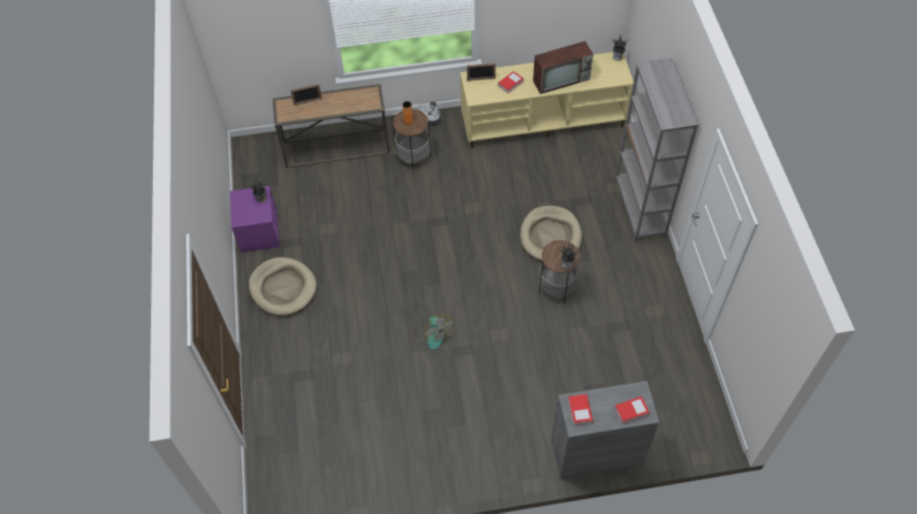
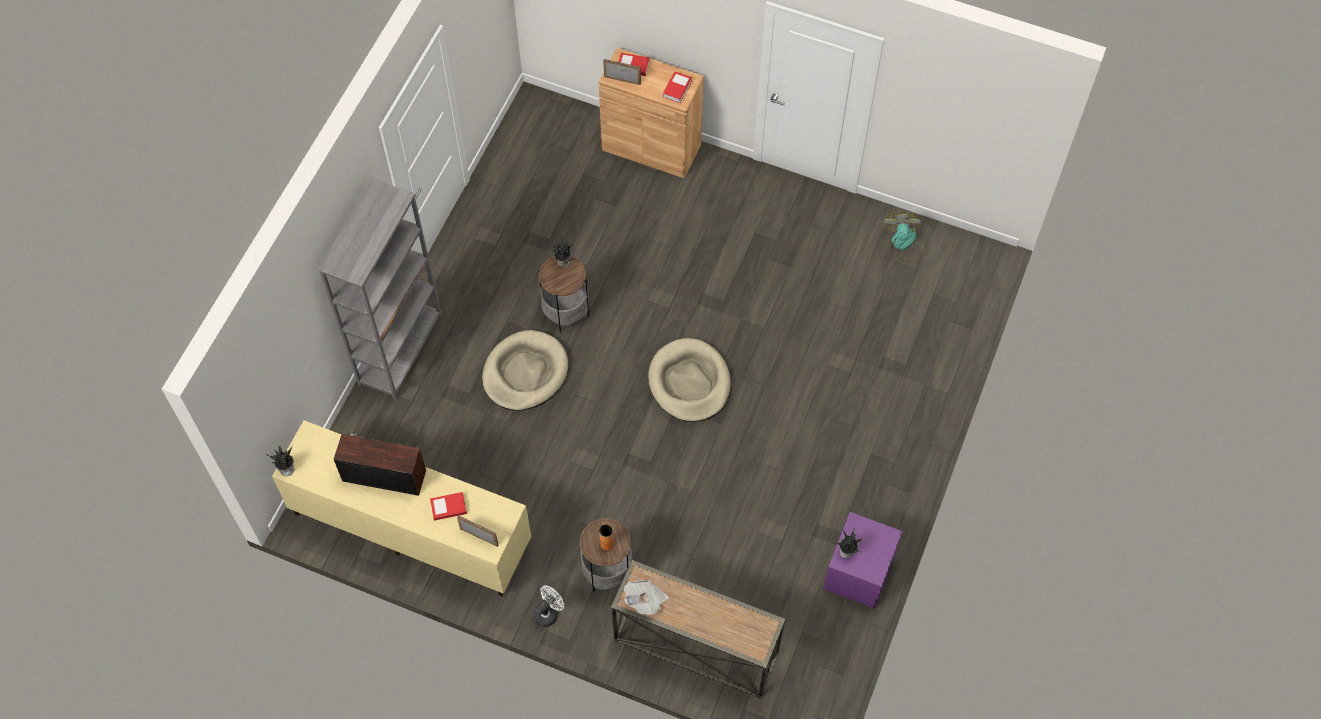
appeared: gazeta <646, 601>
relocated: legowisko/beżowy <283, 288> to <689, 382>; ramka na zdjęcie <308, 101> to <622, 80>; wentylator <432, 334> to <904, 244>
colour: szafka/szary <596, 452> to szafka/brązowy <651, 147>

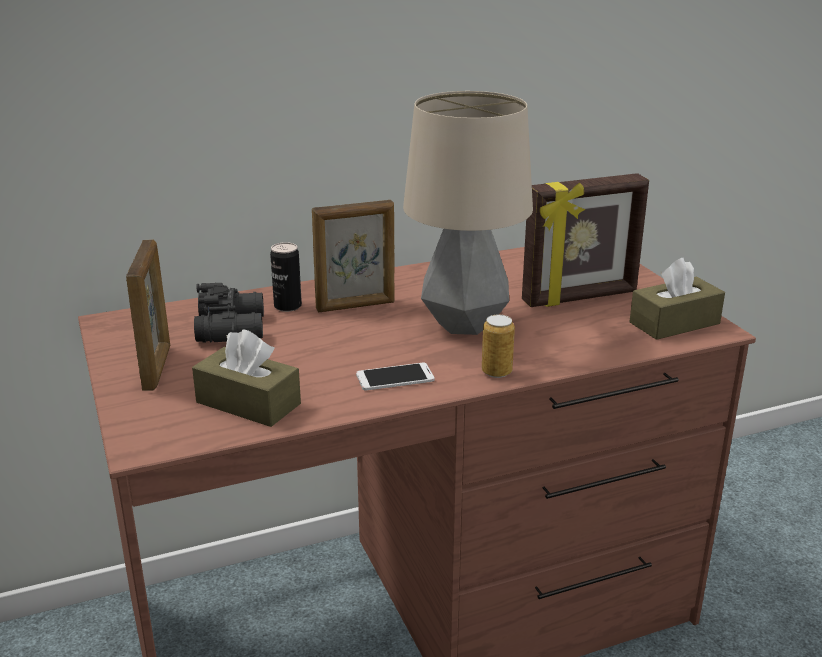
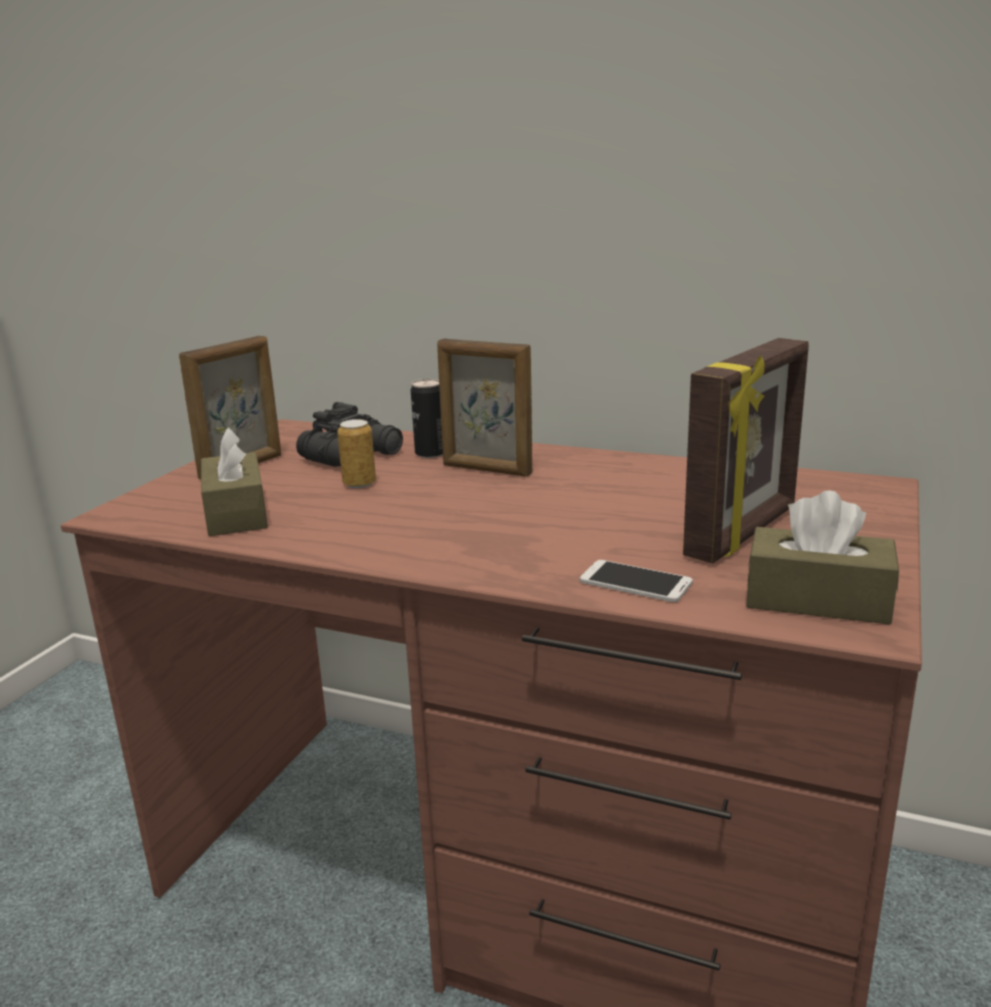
missing: lampa stołowa <463, 324>
relocated: telefon <395, 377> to <635, 582>; puszka <496, 372> to <359, 483>
spun: ramka na zdjęcie <580, 298> = <744, 533> 75 degrees counterclockwise

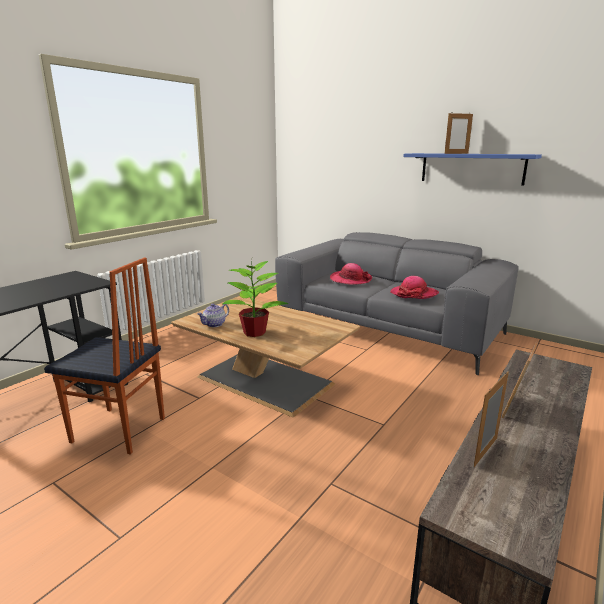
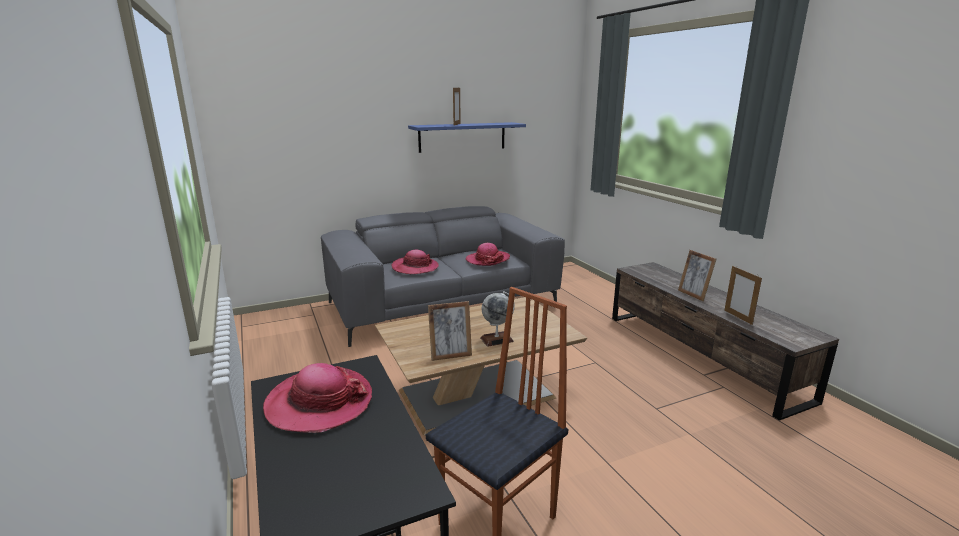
appeared: kapelusz <319, 403>
exchanged: imbryk <214, 324> to ramka na zdjęcie <450, 355>; roślina doniczkowa <255, 332> to globus <497, 339>

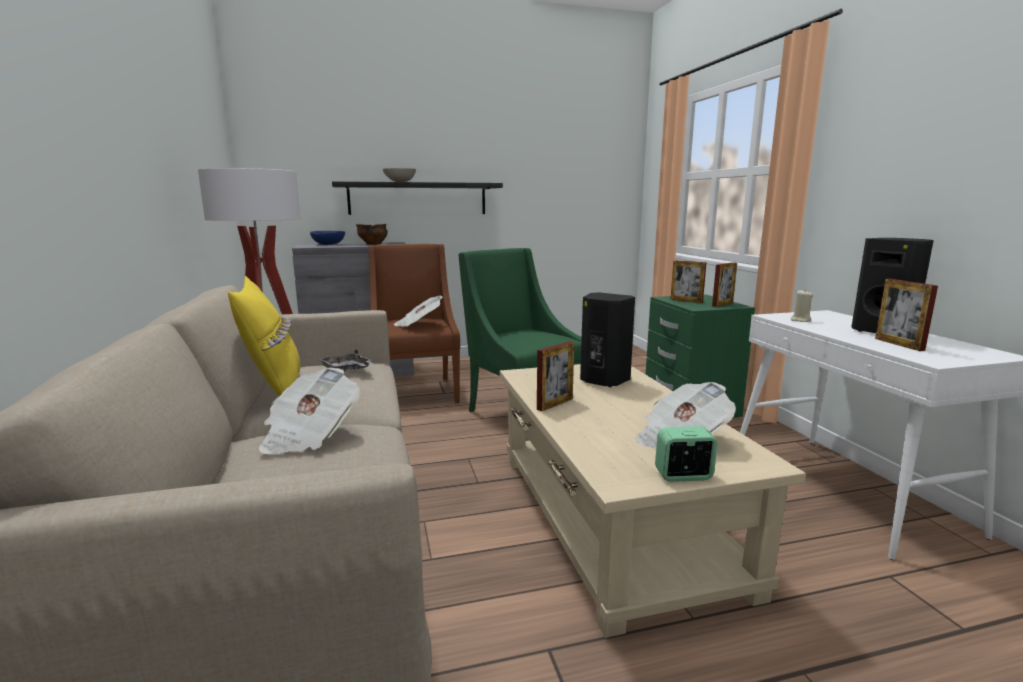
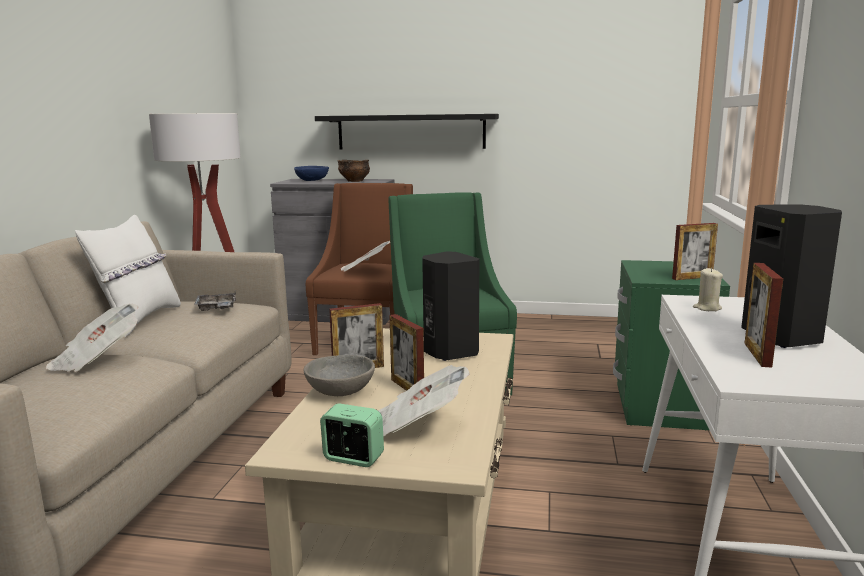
relocated: miska/szary <400, 182> to <341, 391>; ramka na zdjęcie <686, 301> to <407, 388>
colour: poduszka/żółty <274, 391> to poduszka/biały <139, 320>

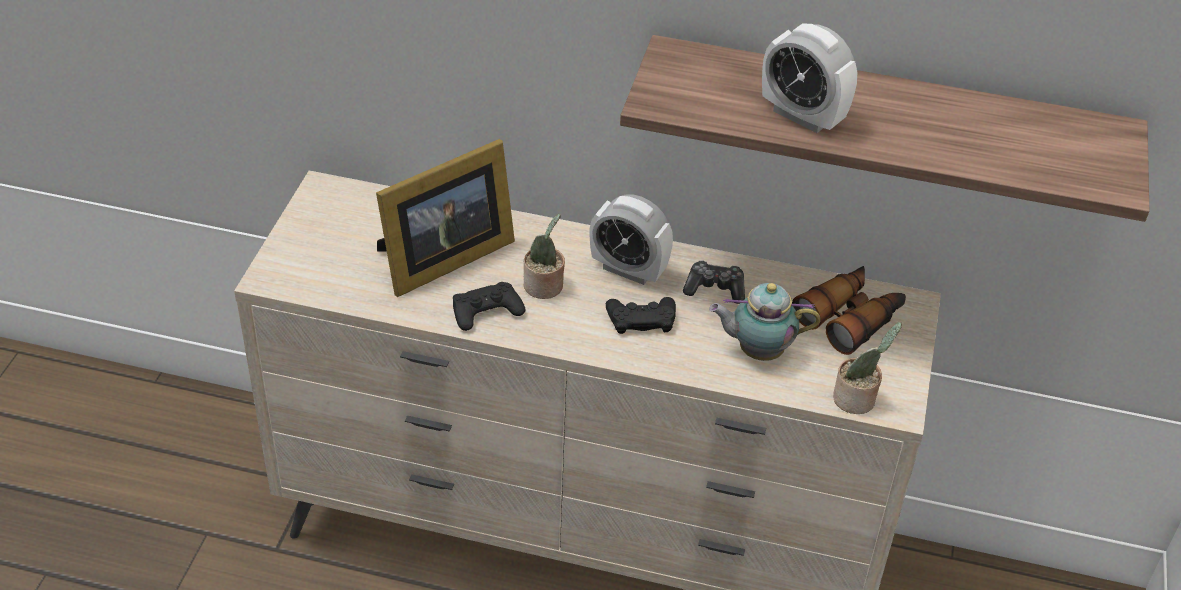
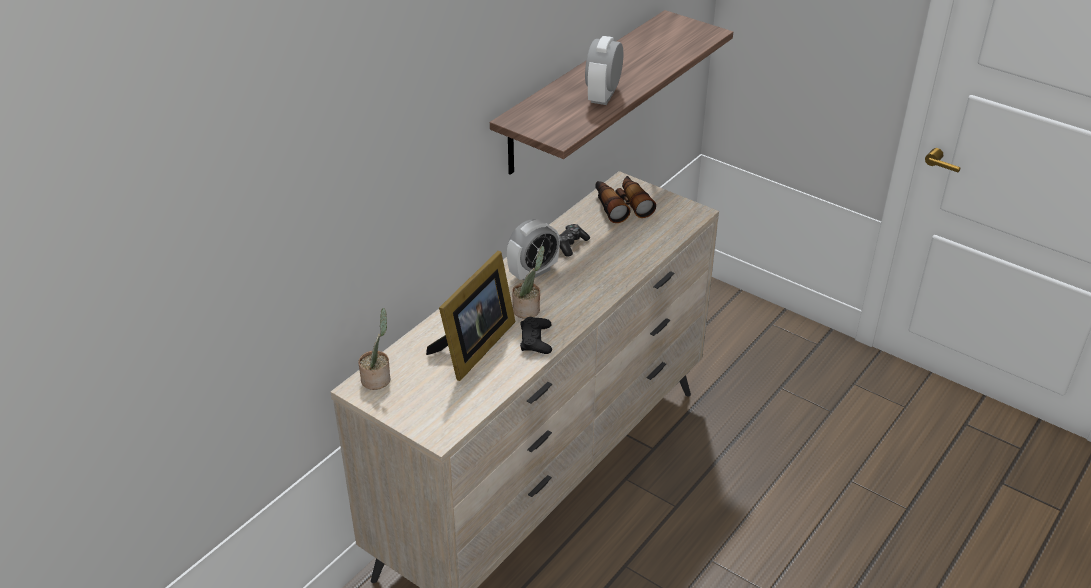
missing: pad do gier/czarny <641, 319>; imbryk <757, 351>
relocated: roślina doniczkowa <857, 400> to <377, 378>
spun: ramka na zdjęcie <441, 259> = <473, 348> 45 degrees clockwise; budzik <802, 116> = <603, 96> 135 degrees clockwise

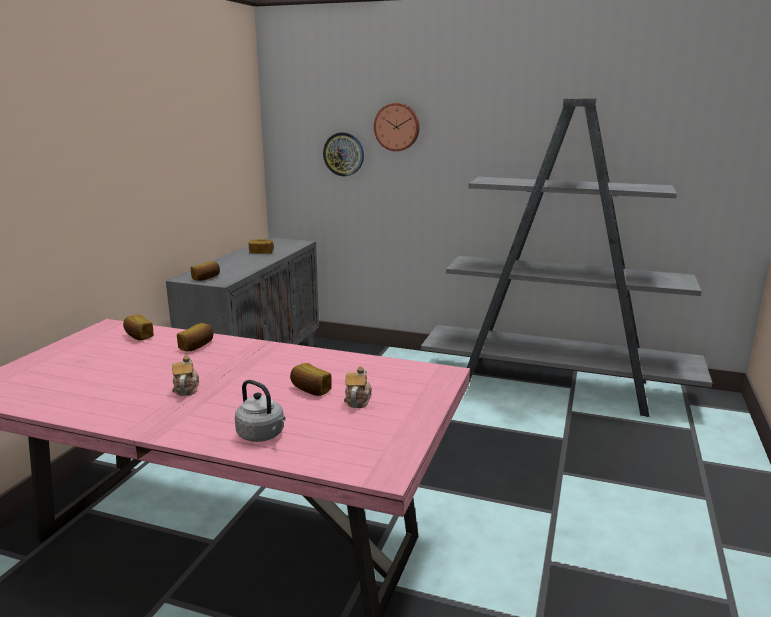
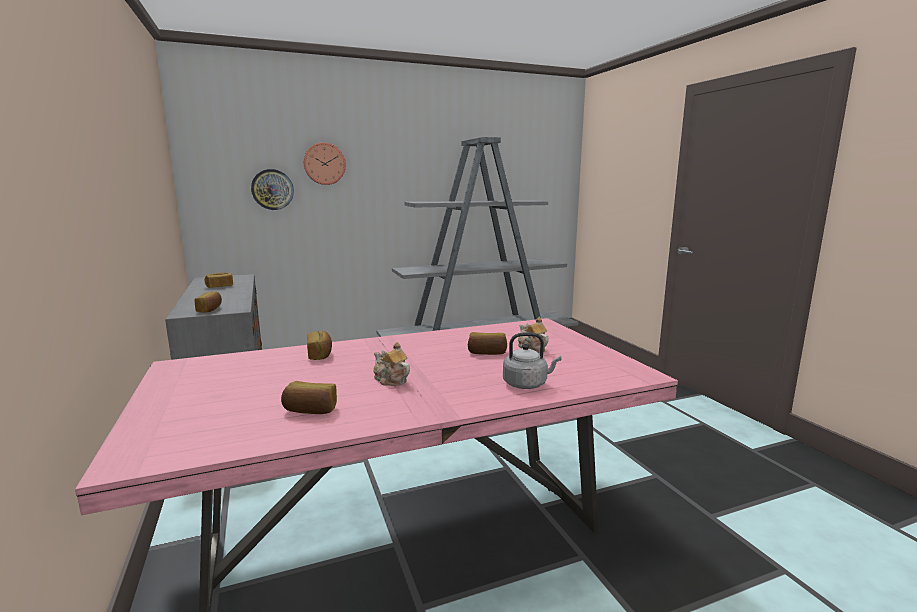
relocated: chleb <138, 336> to <310, 410>

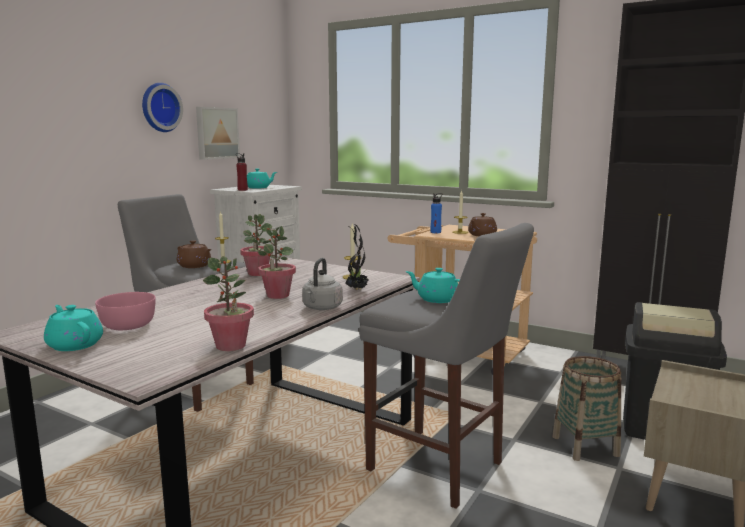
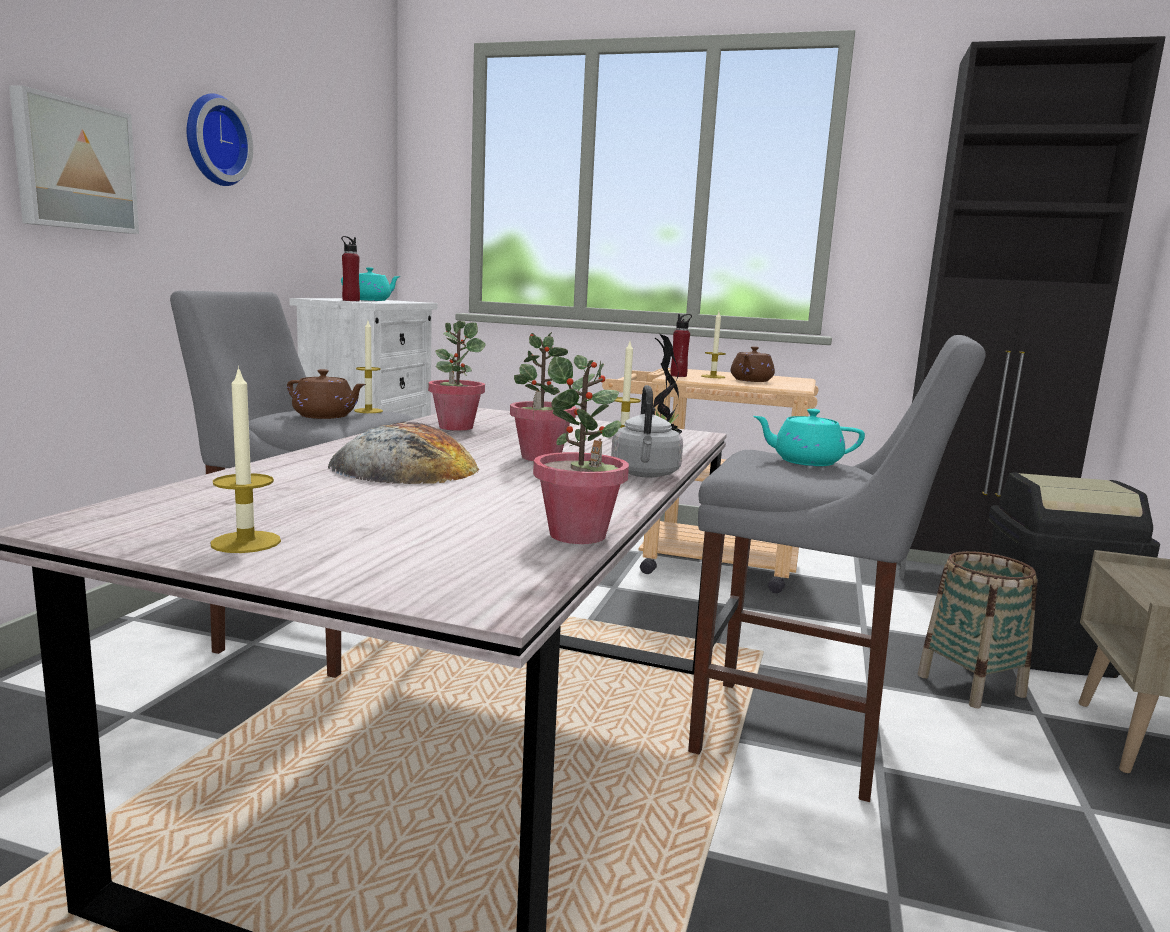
missing: miska/różowy <127, 325>
appeared: chleb <403, 468>
relocated: obraz <216, 133> to <73, 166>
exchanged: imbryk/turkusowy <74, 344> to świeca <246, 542>
colour: butelka/niebieski <435, 232> to butelka/czerwony <678, 376>

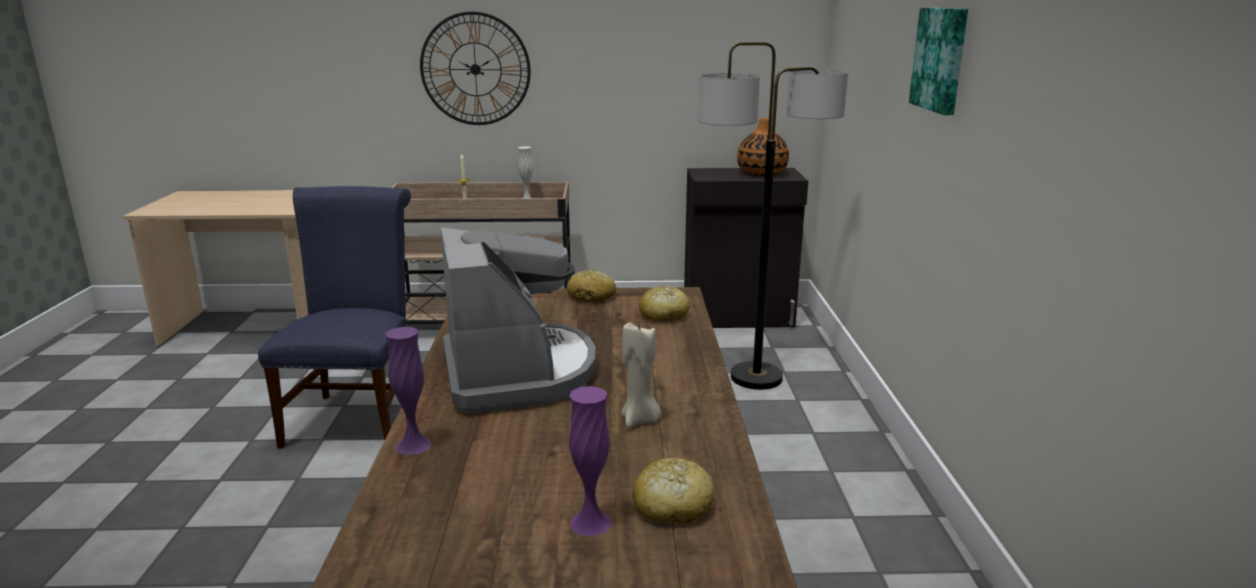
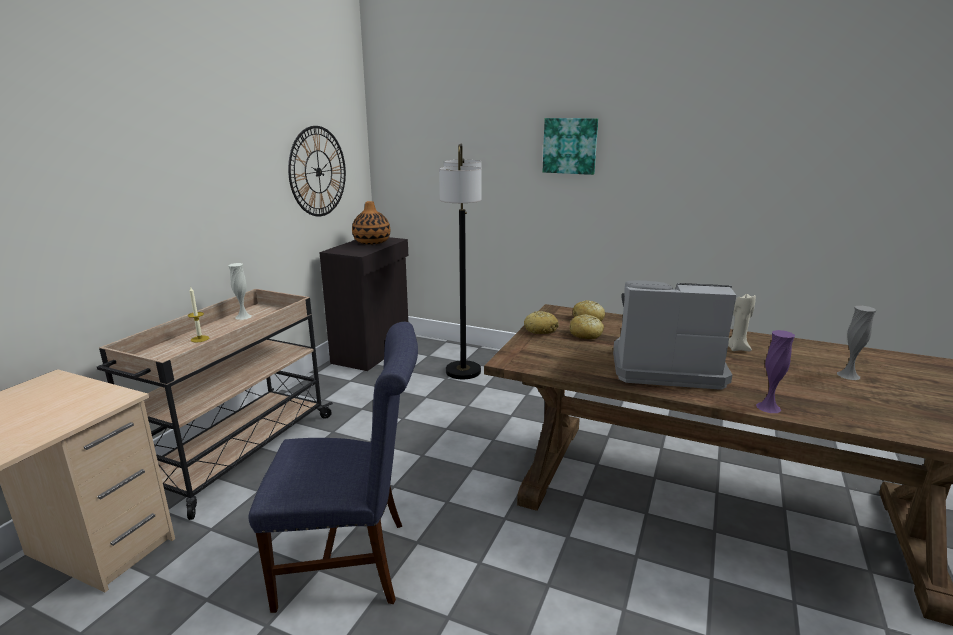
relocated: zegar ścienny <475, 69> to <318, 171>; chleb <672, 506> to <586, 334>
colour: wazon/fioletowy <590, 523> to wazon/szary <848, 375>
spun: krzesło/niebieski <357, 416> = <352, 561> 150 degrees clockwise

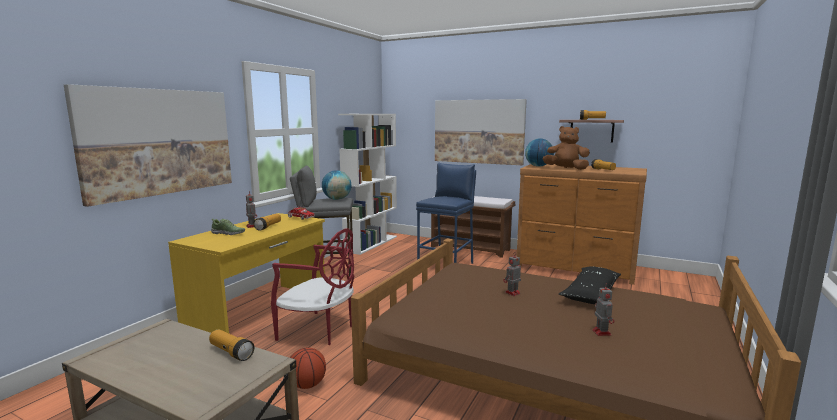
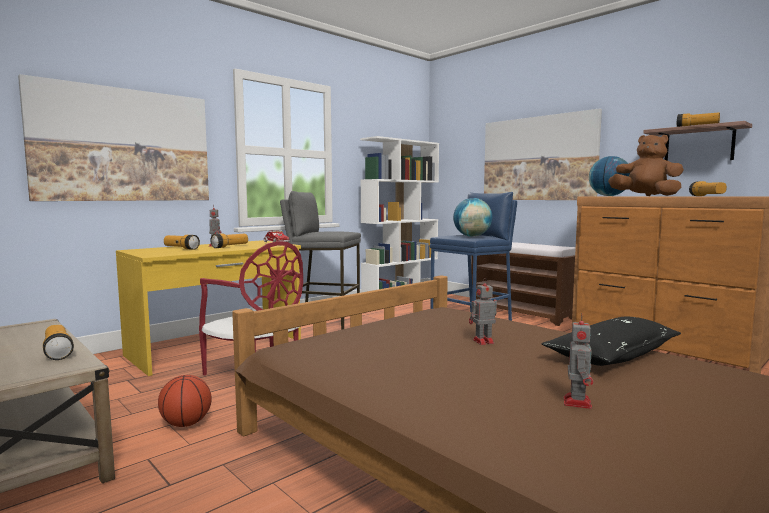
relocated: globus <337, 199> to <472, 236>
exchanged: but <228, 233> to latarka <181, 248>

